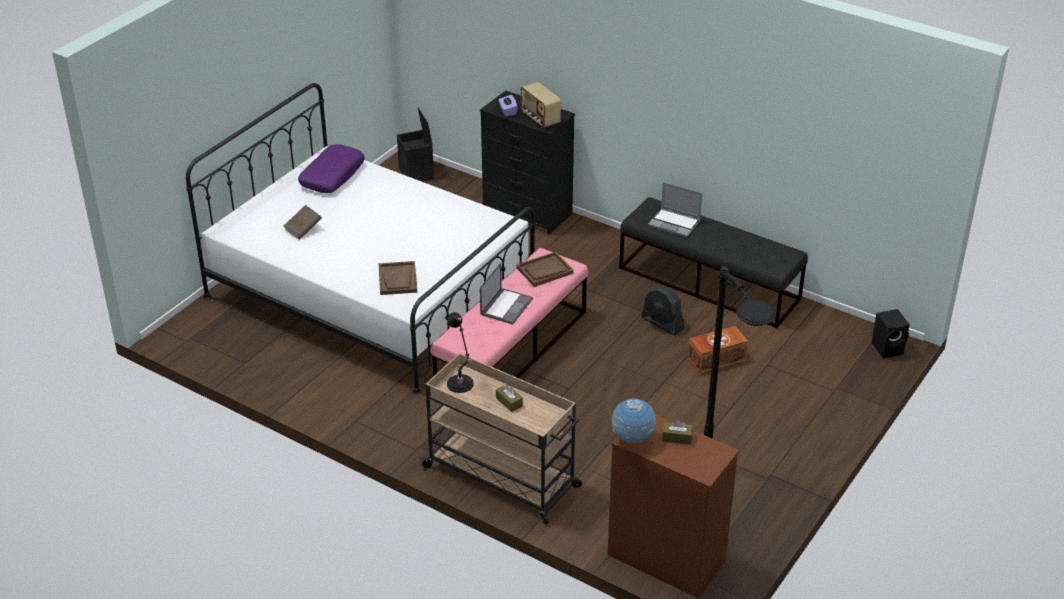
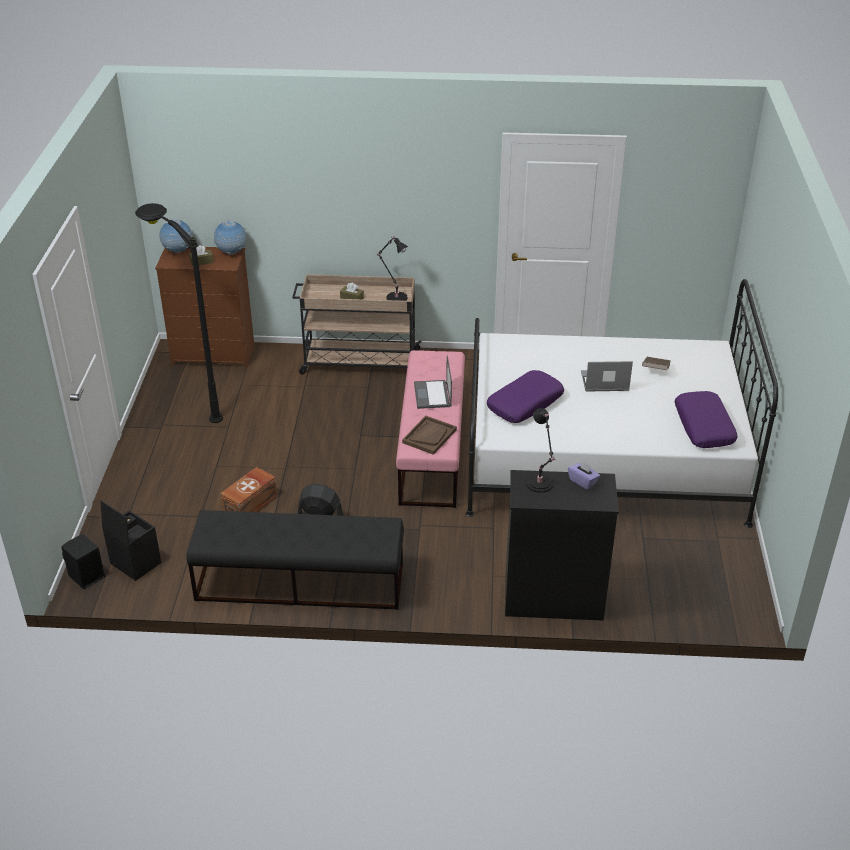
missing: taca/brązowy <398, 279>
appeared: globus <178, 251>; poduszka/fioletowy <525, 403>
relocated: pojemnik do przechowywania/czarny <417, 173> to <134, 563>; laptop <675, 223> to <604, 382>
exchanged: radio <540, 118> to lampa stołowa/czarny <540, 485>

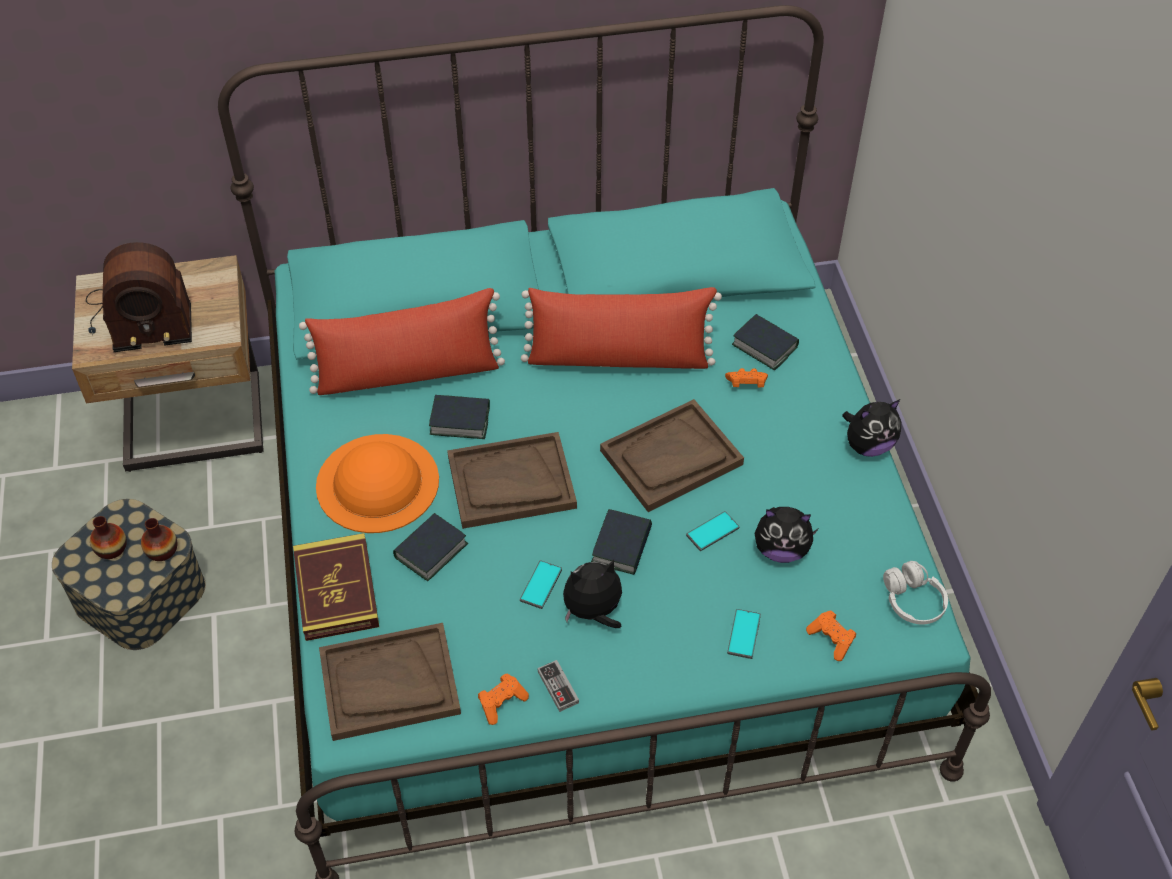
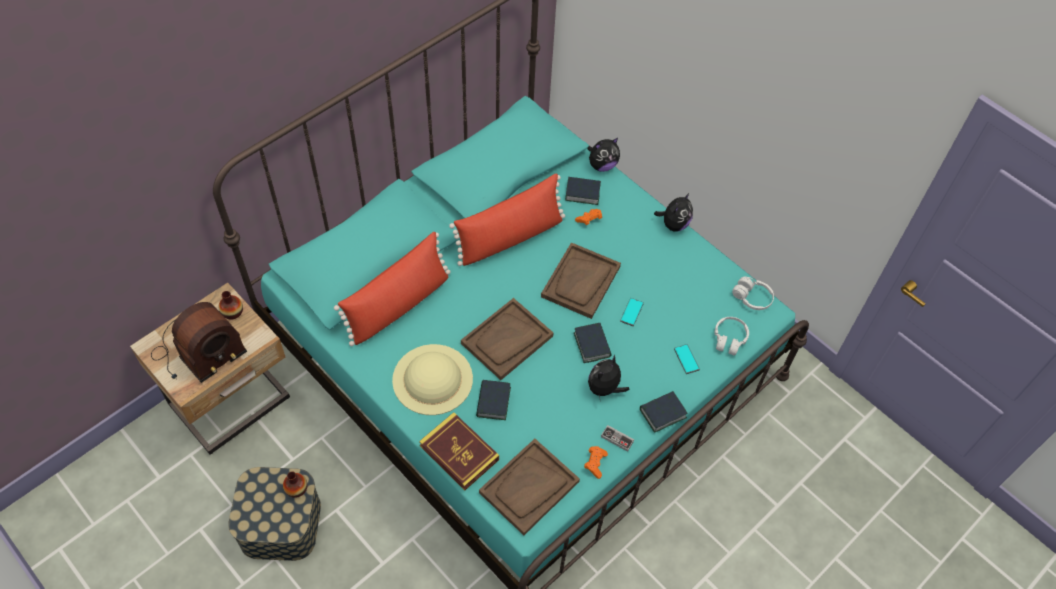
missing: telefon <541, 585>
relocated: wazon <111, 548> to <232, 312>; książka <460, 420> to <662, 413>; pluszak <781, 550> to <602, 165>
exchanged: pad do gier/pomarańczowy <831, 639> to słuchawki/biały <729, 339>
colour: kapelusz/pomarańczowy <377, 483> to kapelusz/beżowy <432, 379>

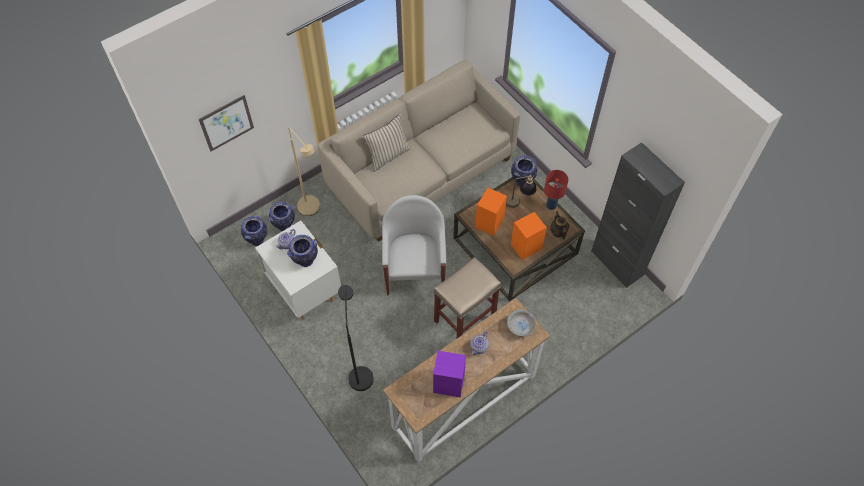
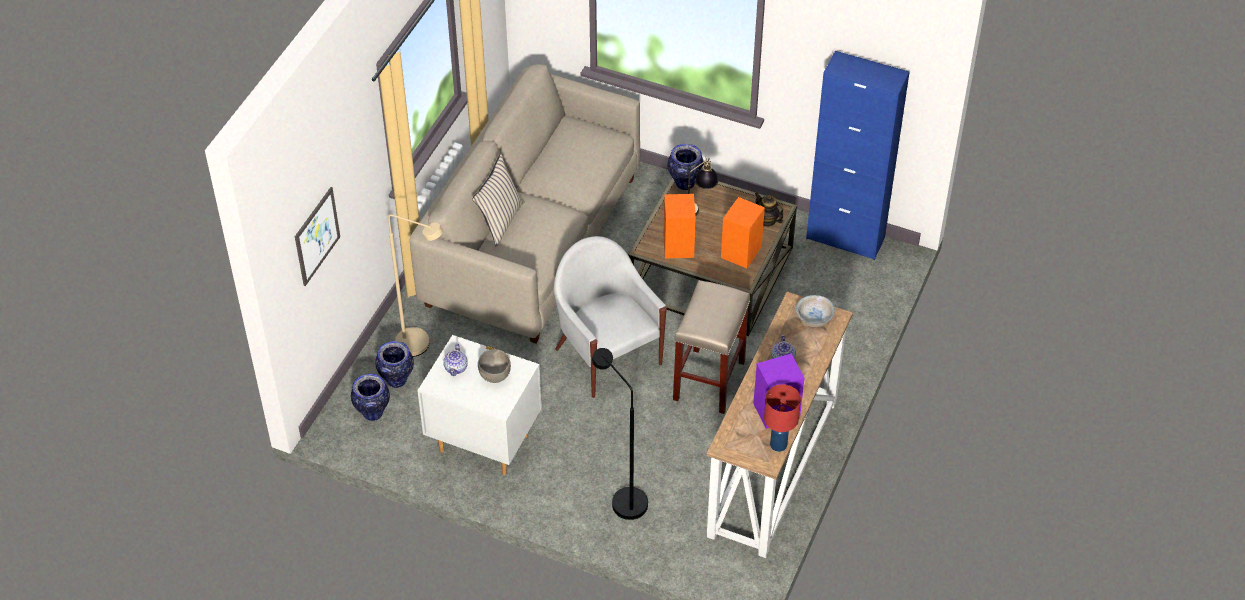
relocated: lampa stołowa/czerwony <551, 205> to <778, 444>
exchanged: wazon <305, 261> to miska/szary <495, 376>
colour: szafka/czarny <617, 263> to szafka/niebieski <845, 238>

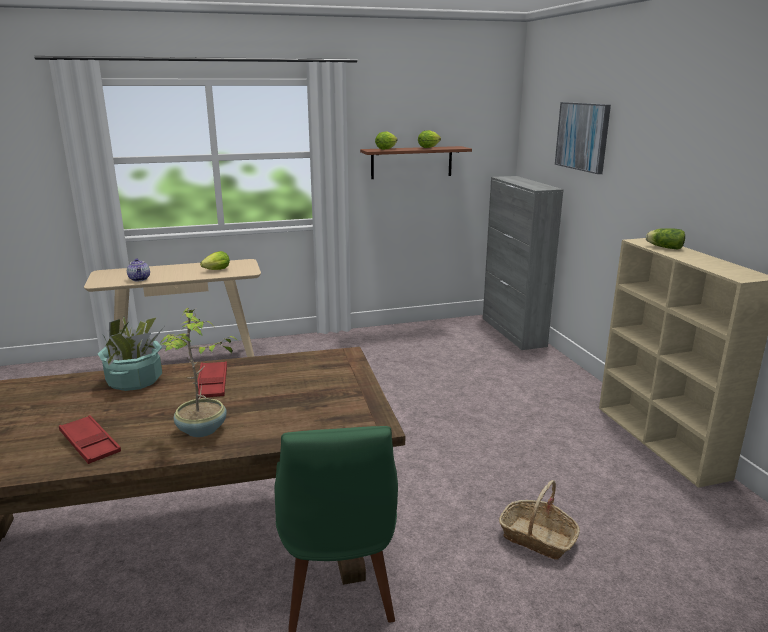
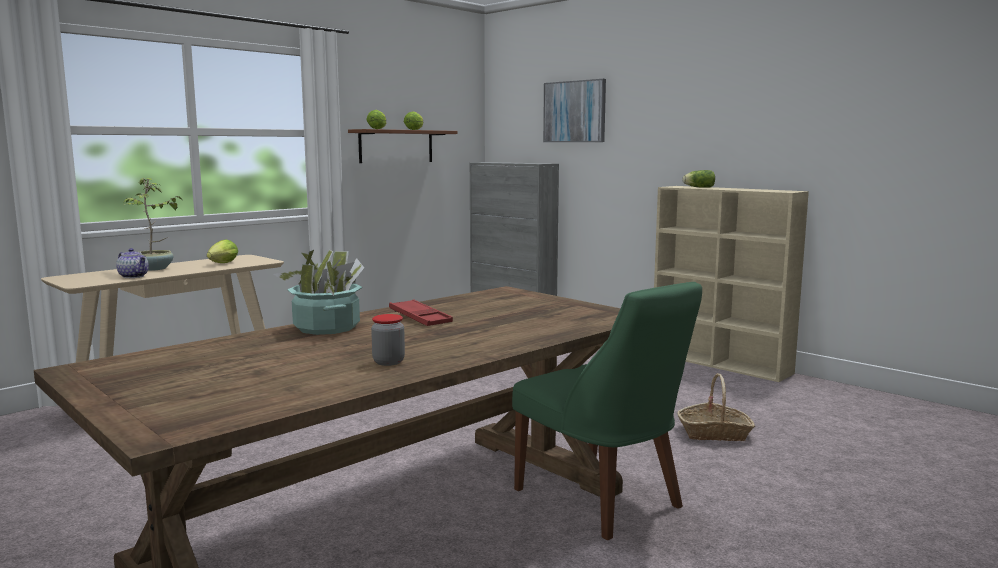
relocated: roślina doniczkowa <202, 430> to <155, 269>
exchanged: taca/czerwony <90, 444> to słoik <388, 362>

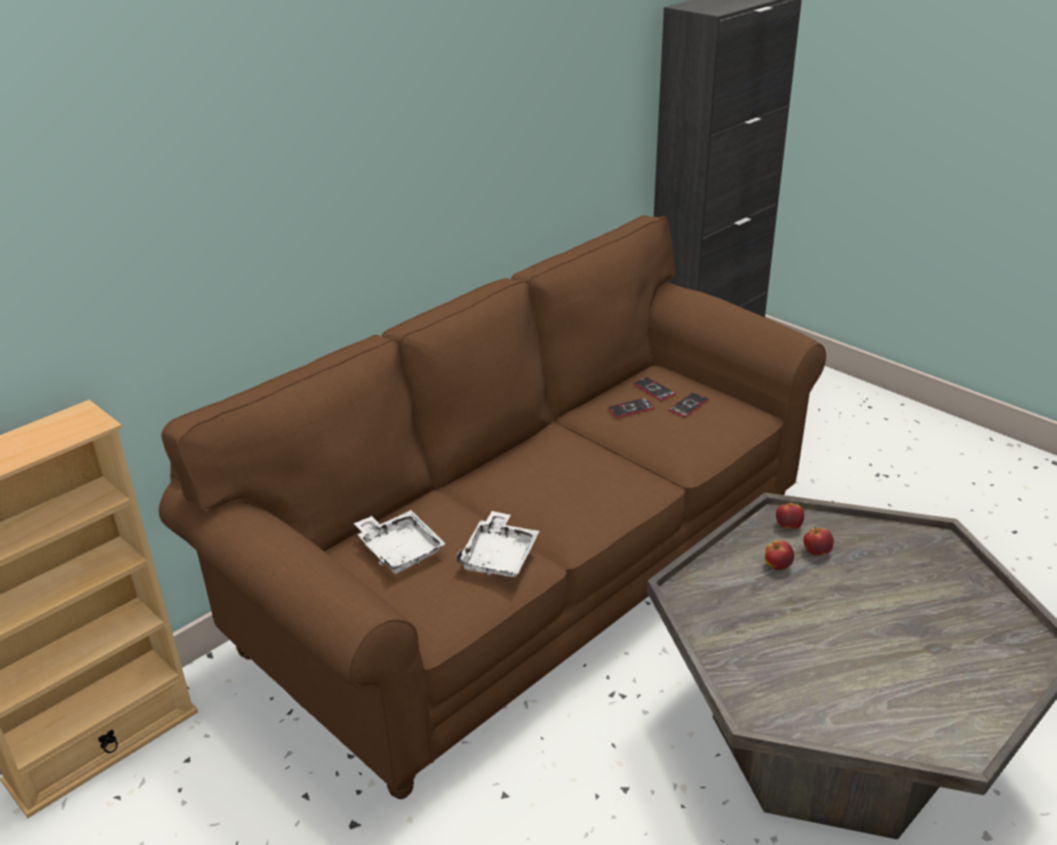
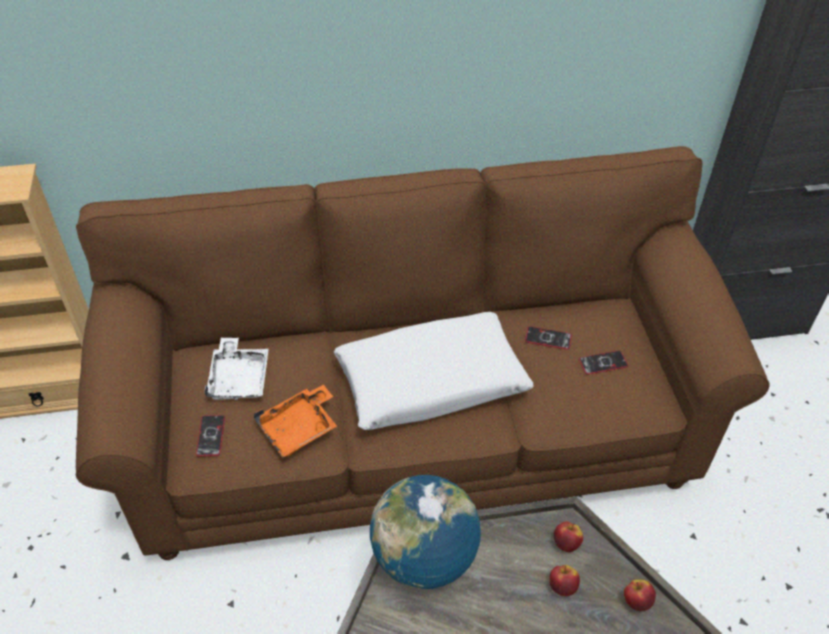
appeared: poduszka/biały <431, 382>; globus <424, 557>
relocated: telefon <654, 389> to <211, 436>; jabłko <777, 566> to <636, 601>
colour: taca/biały <499, 556> to taca/pomarańczowy <299, 428>

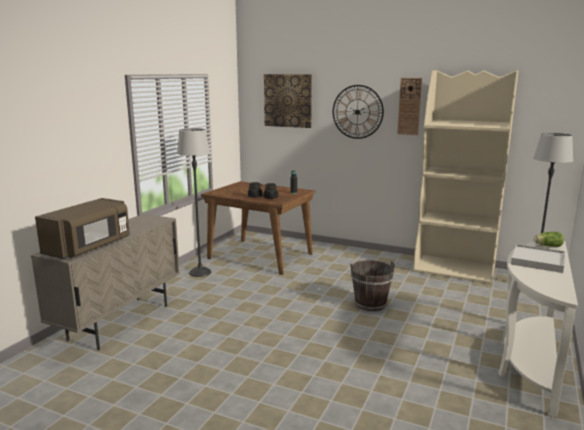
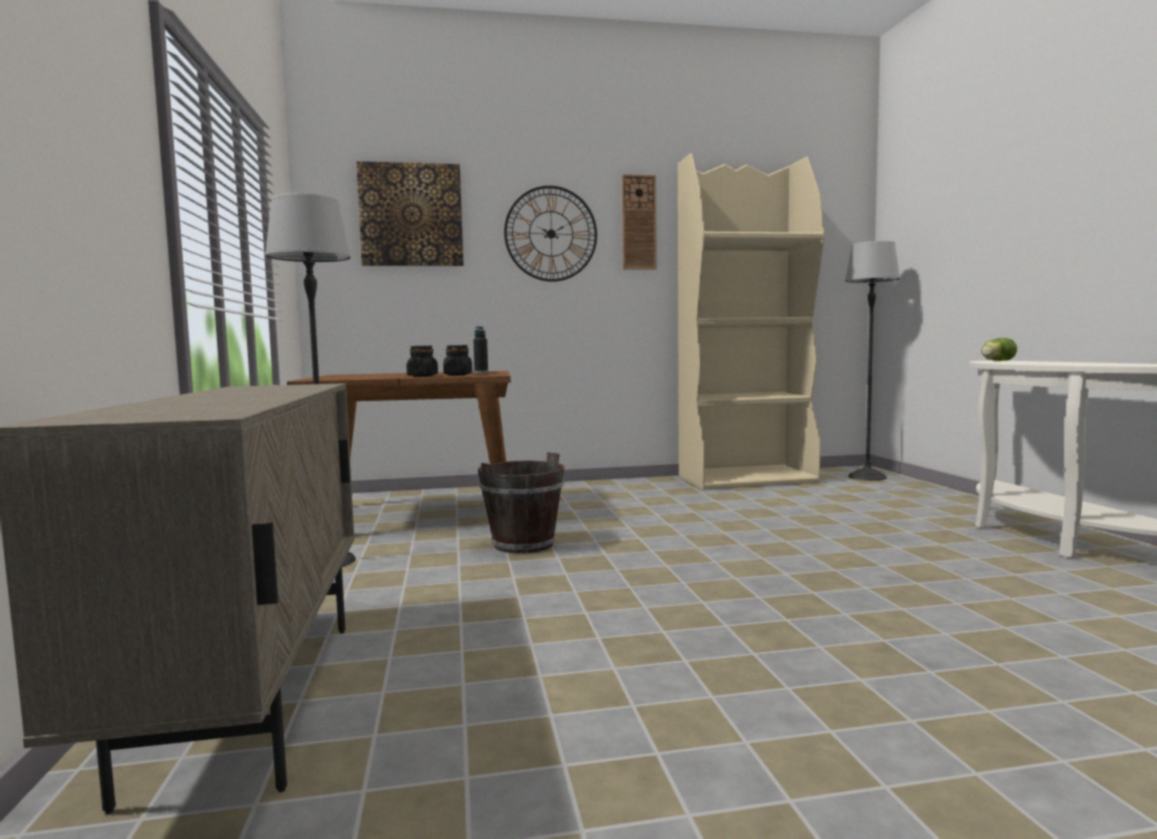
missing: mikrofalówka/brązowy <89, 247>; taca/biały <537, 261>
relocated: wiadro/brązowy <370, 304> to <523, 544>

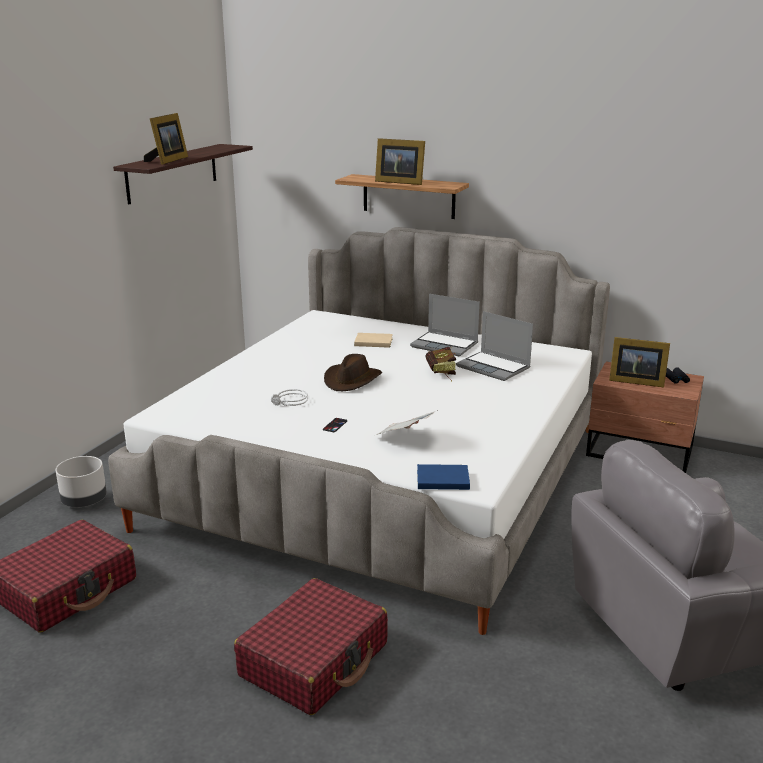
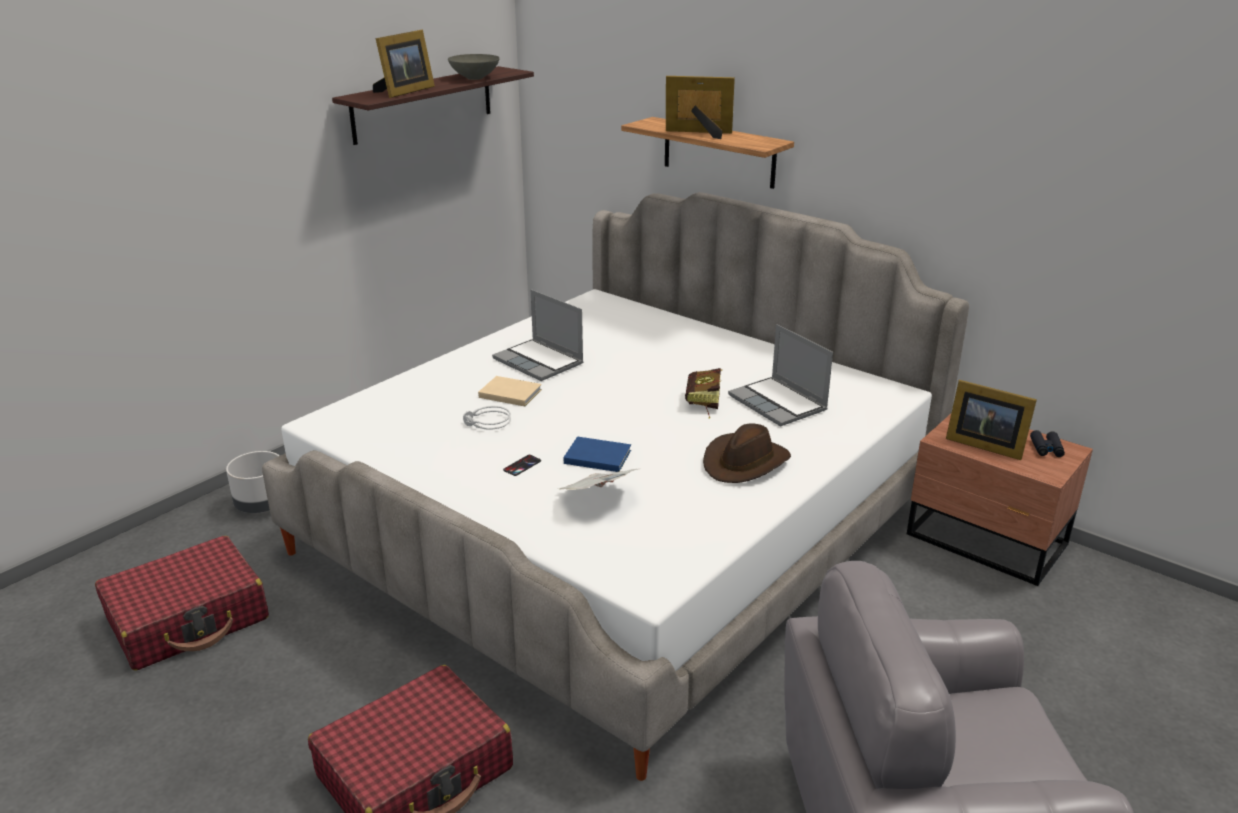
appeared: miska/szary <475, 78>
relocated: kapelusz/brązowy <352, 380> to <745, 462>; książka/beżowy <372, 341> to <509, 393>; laptop <445, 345> to <540, 362>; książka/niebieski <441, 479> to <596, 456>
spun: ramka na zdjęcie <399, 182> = <700, 134> 150 degrees clockwise

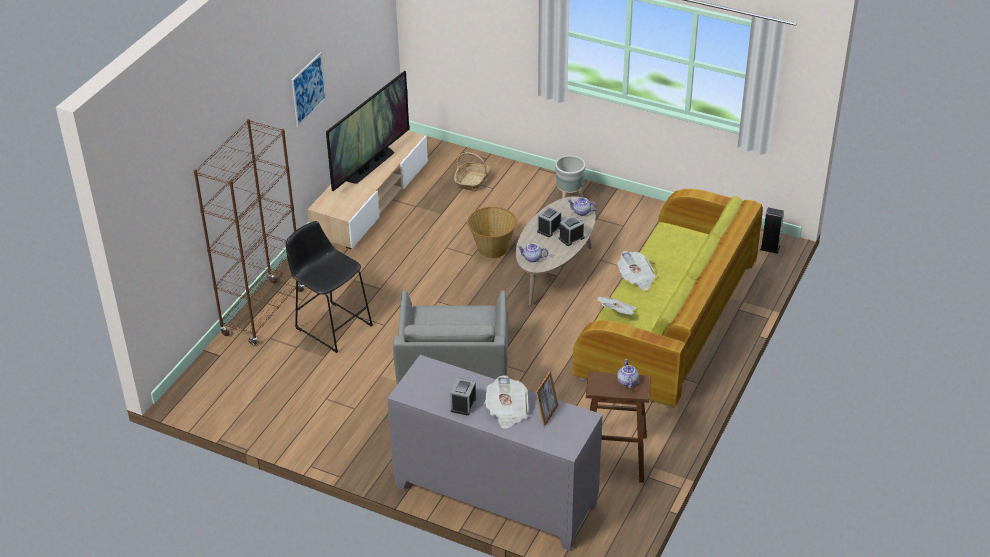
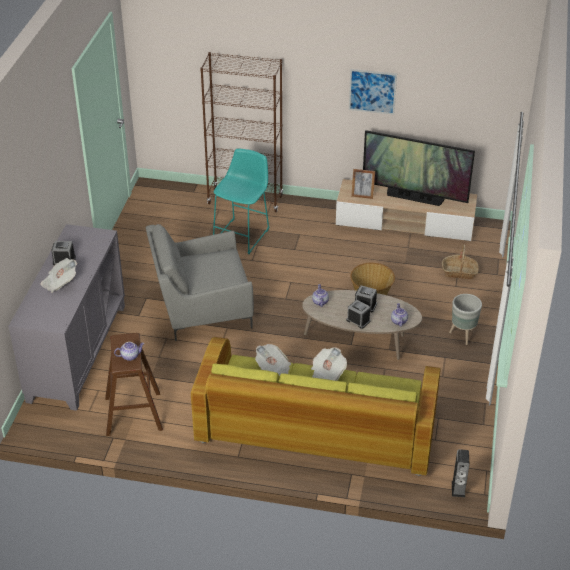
relocated: ramka na zdjęcie <547, 414> to <362, 195>
colour: stołek/czarny <331, 325> to stołek/turkusowy <243, 234>

